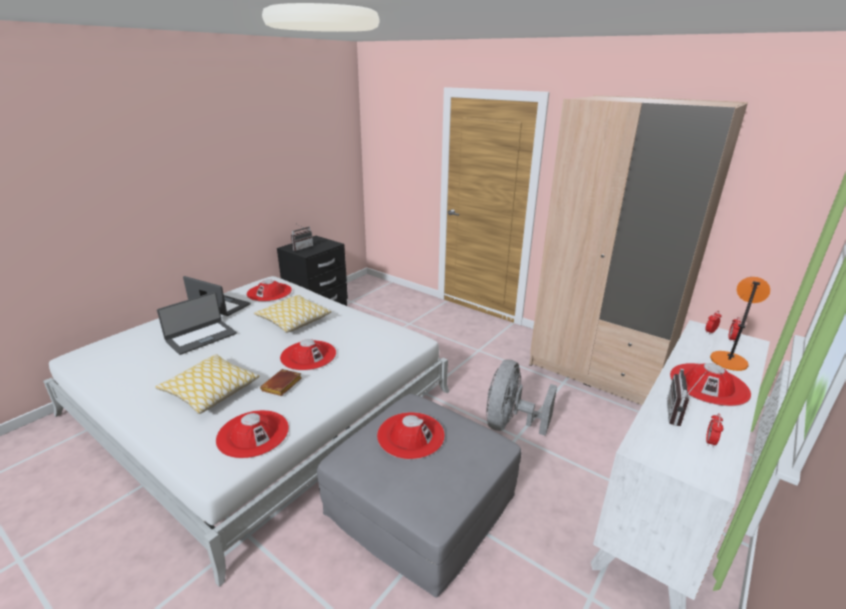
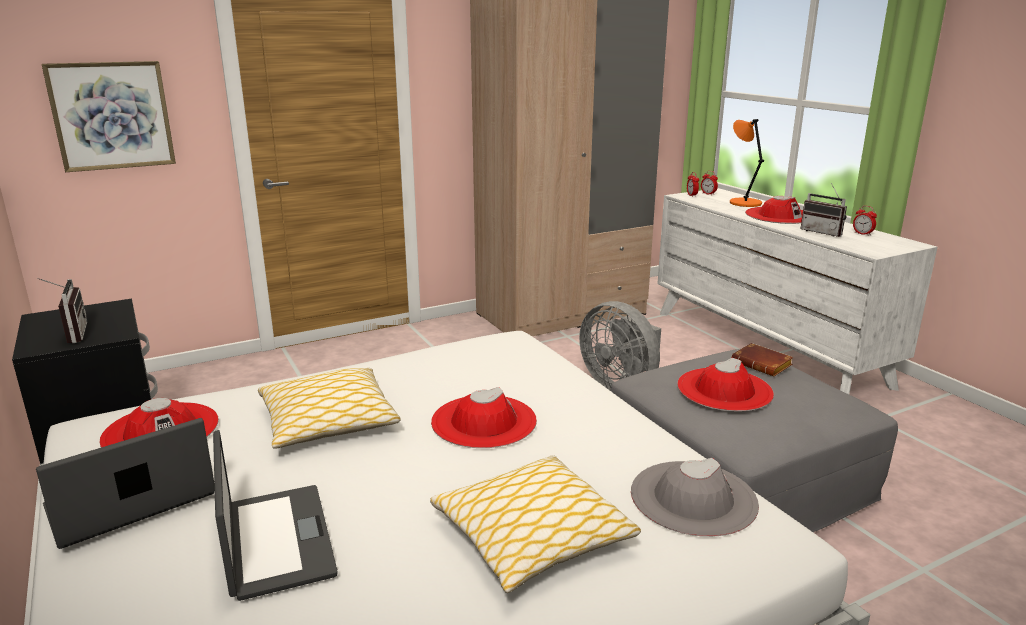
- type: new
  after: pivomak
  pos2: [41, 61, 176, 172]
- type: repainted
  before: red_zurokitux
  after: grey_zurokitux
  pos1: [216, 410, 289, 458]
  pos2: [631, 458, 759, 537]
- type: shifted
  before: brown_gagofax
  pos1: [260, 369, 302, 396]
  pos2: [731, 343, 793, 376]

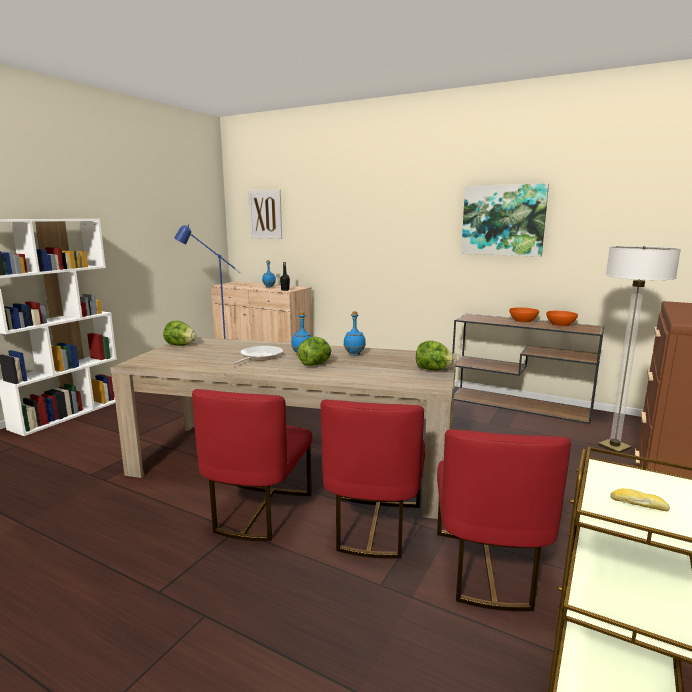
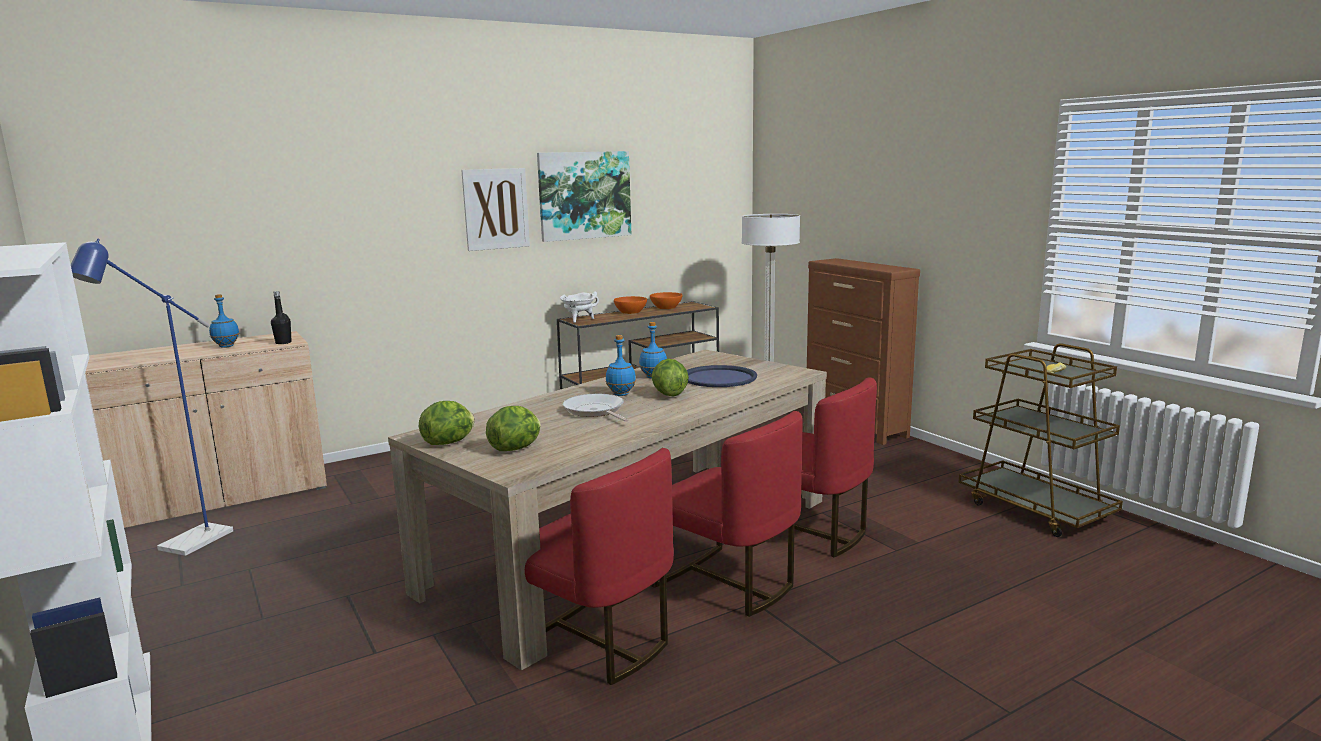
- type: shifted
  before: pivomak
  pos1: [248, 190, 282, 239]
  pos2: [461, 168, 530, 251]
- type: shifted
  before: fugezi
  pos1: [416, 341, 454, 370]
  pos2: [486, 406, 541, 451]
- type: shifted
  before: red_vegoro
  pos1: [437, 429, 571, 611]
  pos2: [525, 448, 674, 685]
- type: new
  after: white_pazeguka
  pos2: [560, 291, 599, 323]
- type: new
  after: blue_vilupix
  pos2: [687, 365, 757, 387]

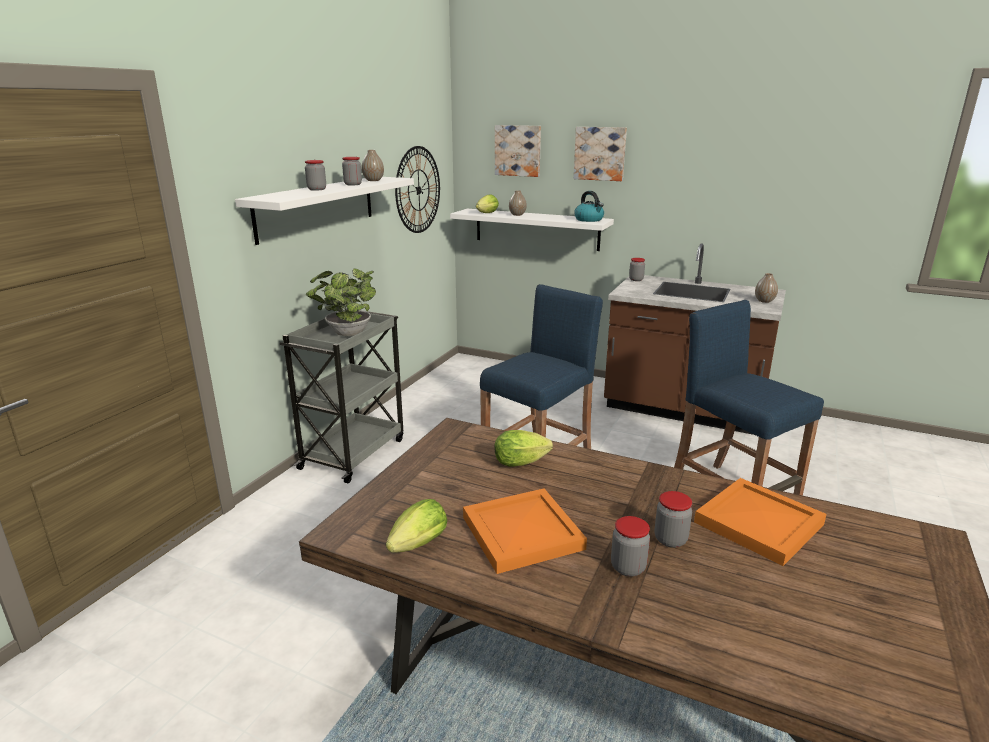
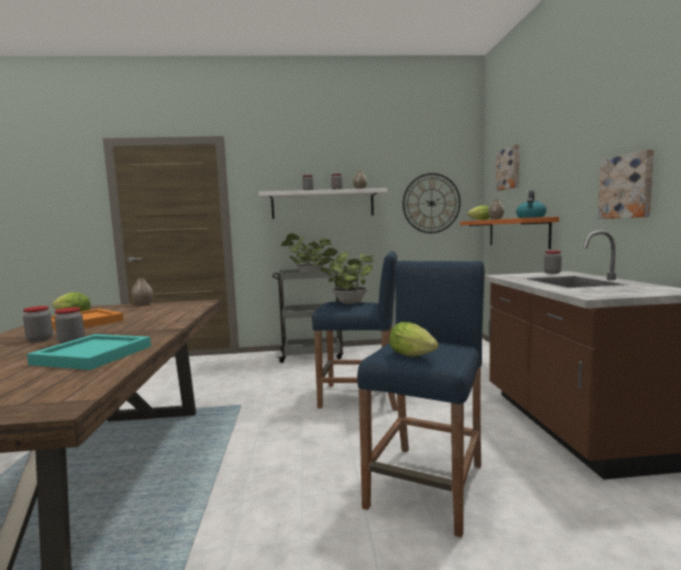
- type: repainted
  before: orange_vilupix
  after: turquoise_vilupix
  pos1: [694, 478, 827, 566]
  pos2: [27, 334, 151, 370]
- type: shifted
  before: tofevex
  pos1: [755, 273, 778, 303]
  pos2: [131, 278, 153, 306]
- type: new
  after: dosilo
  pos2: [314, 248, 374, 304]
- type: shifted
  before: fugezi
  pos1: [494, 430, 553, 467]
  pos2: [389, 322, 438, 356]
- type: repainted
  before: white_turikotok
  after: orange_turikotok
  pos1: [450, 209, 614, 251]
  pos2: [460, 217, 559, 249]
- type: shifted
  before: pivomak
  pos1: [574, 127, 627, 181]
  pos2: [598, 149, 654, 219]

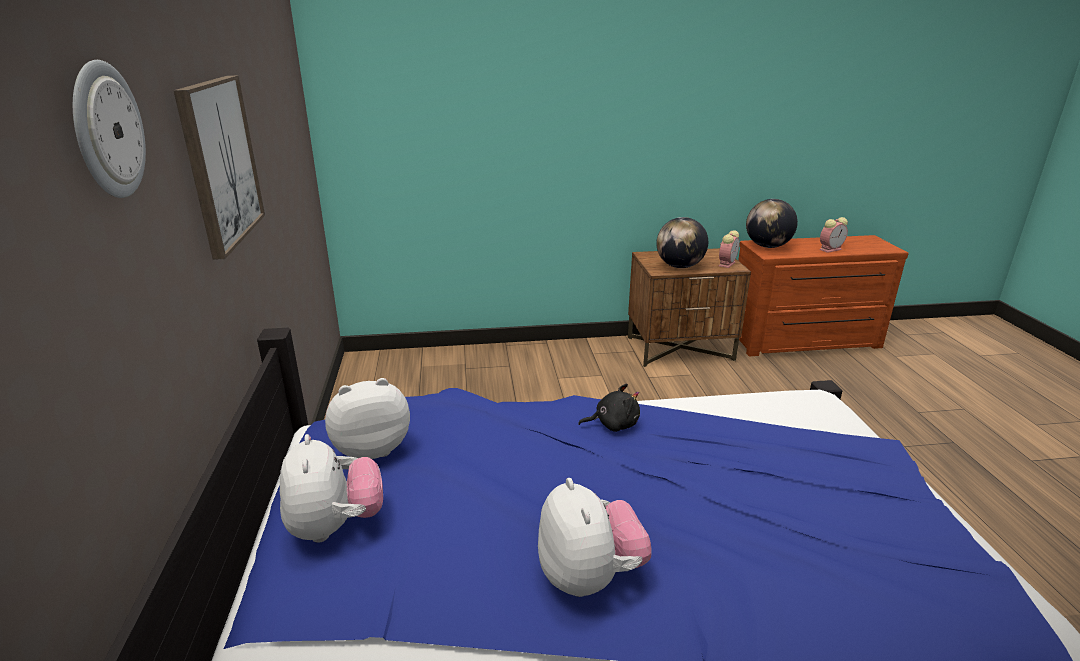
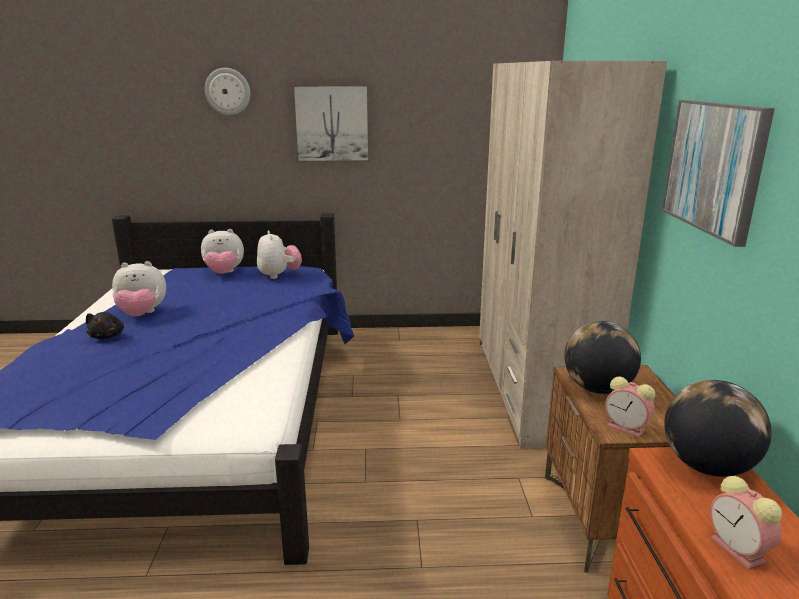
- type: shifted
  before: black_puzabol
  pos1: [578, 384, 640, 432]
  pos2: [86, 312, 124, 339]
- type: new
  after: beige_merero
  pos2: [479, 61, 667, 448]
- type: new
  after: pivomak
  pos2: [662, 100, 775, 247]

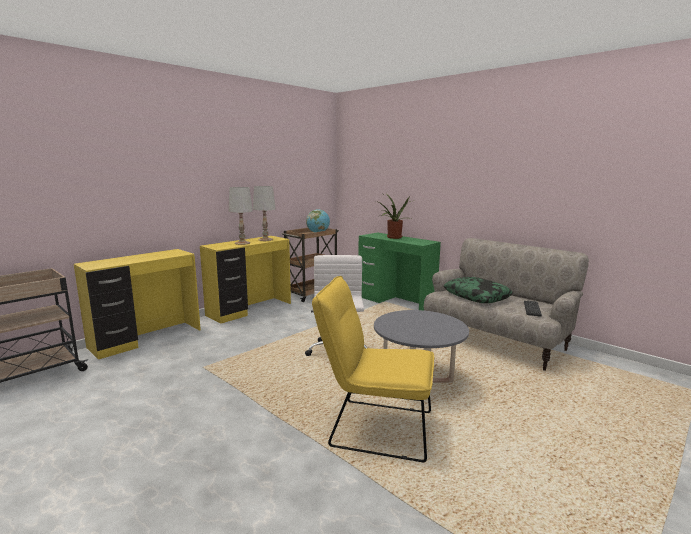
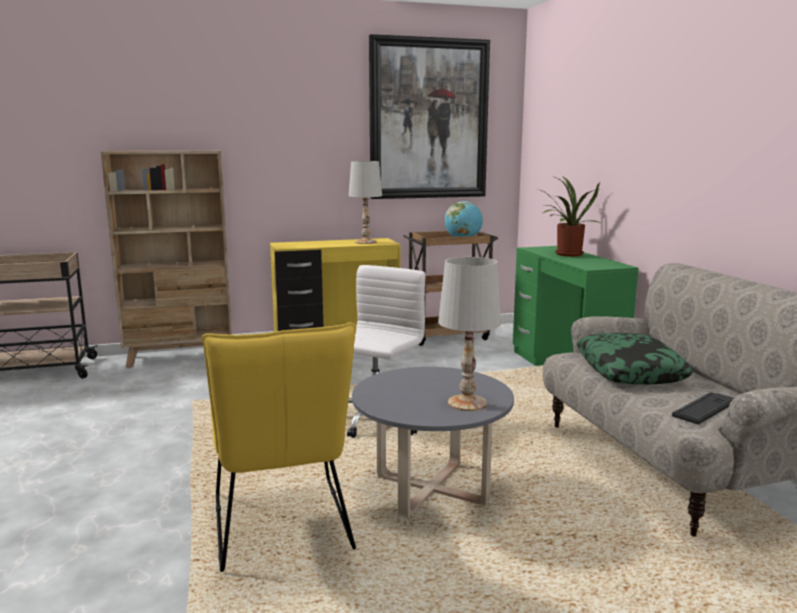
- type: swapped
  before: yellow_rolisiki
  after: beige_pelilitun
  pos1: [74, 249, 201, 360]
  pos2: [101, 151, 232, 368]
- type: rotated
  before: yellow_vegoro
  pos1: [312, 276, 434, 462]
  pos2: [202, 322, 356, 572]
  turn: -150
- type: new
  after: pivomak
  pos2: [369, 34, 490, 199]
- type: shifted
  before: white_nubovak
  pos1: [229, 187, 253, 245]
  pos2: [438, 257, 501, 411]

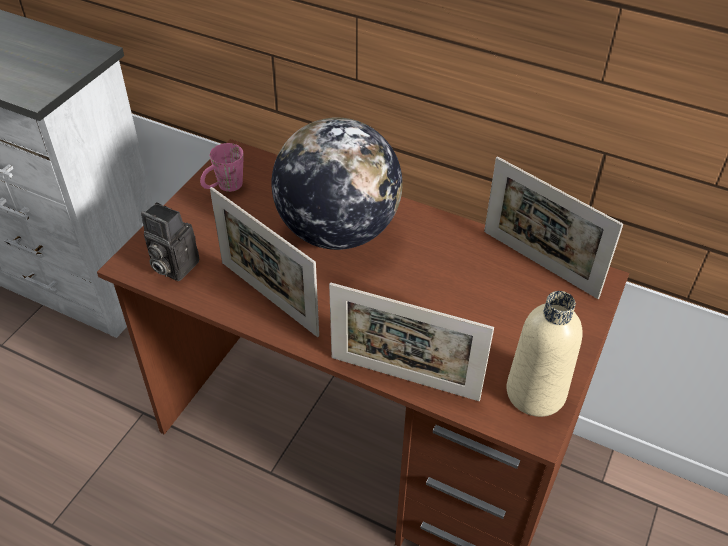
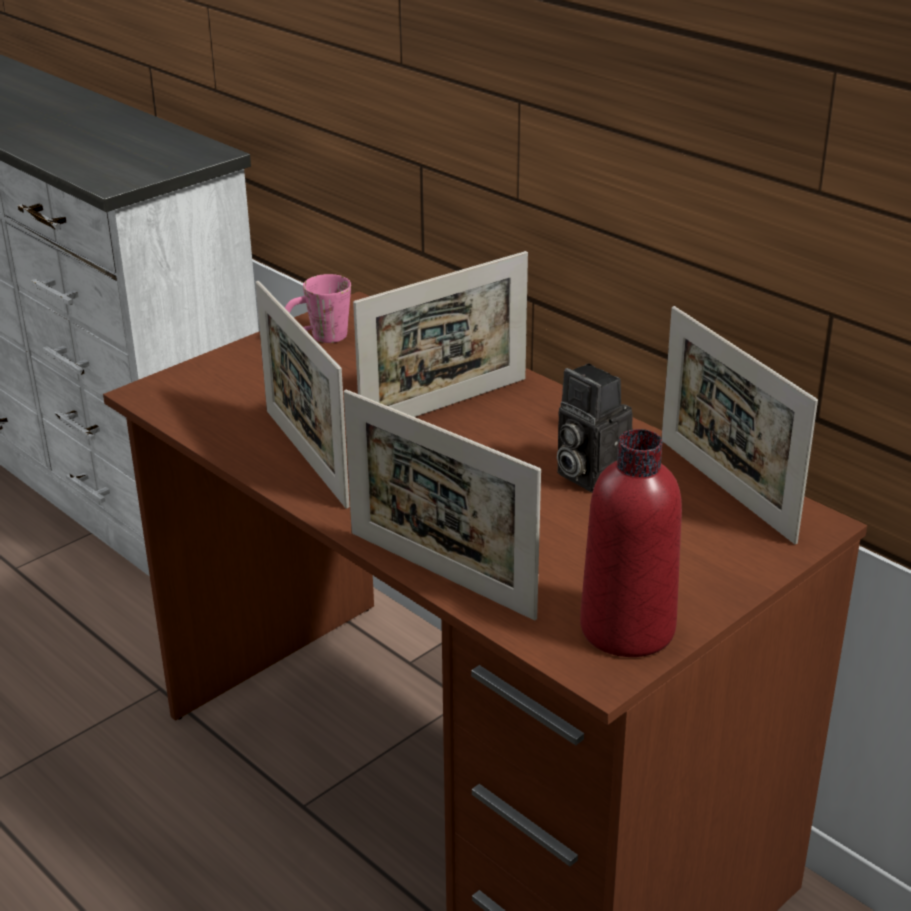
- type: swapped
  before: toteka
  after: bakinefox
  pos1: [271, 117, 402, 250]
  pos2: [353, 251, 528, 417]
- type: shifted
  before: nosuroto
  pos1: [141, 202, 199, 281]
  pos2: [557, 363, 633, 493]
- type: repainted
  before: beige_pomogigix
  after: red_pomogigix
  pos1: [506, 291, 582, 417]
  pos2: [580, 429, 682, 657]

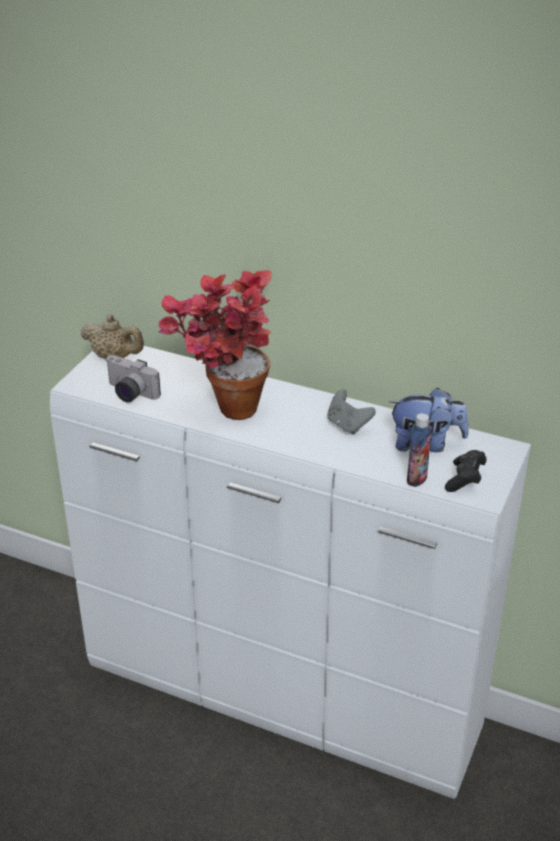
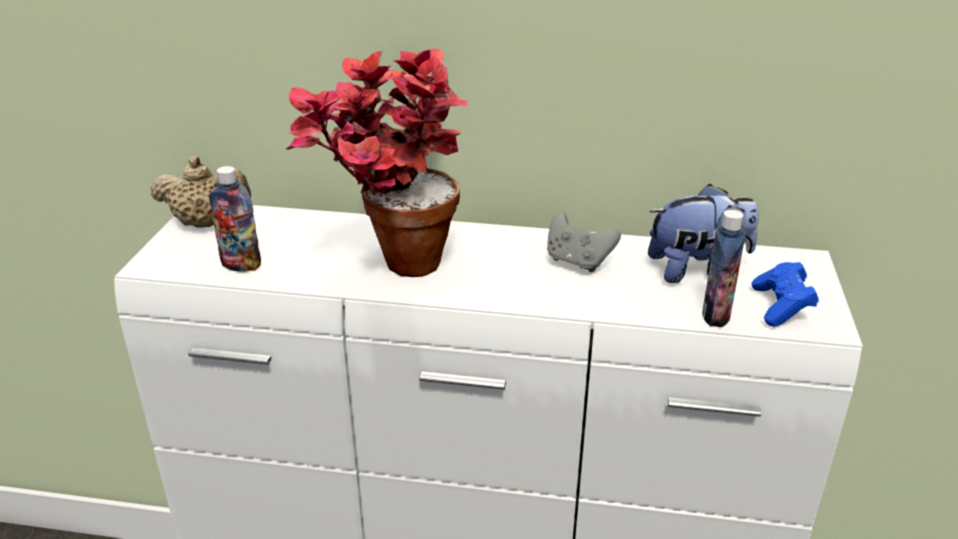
- type: swapped
  before: nosuroto
  after: pomogigix
  pos1: [107, 355, 161, 403]
  pos2: [209, 166, 261, 272]
- type: repainted
  before: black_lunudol
  after: blue_lunudol
  pos1: [445, 450, 487, 492]
  pos2: [752, 262, 819, 326]

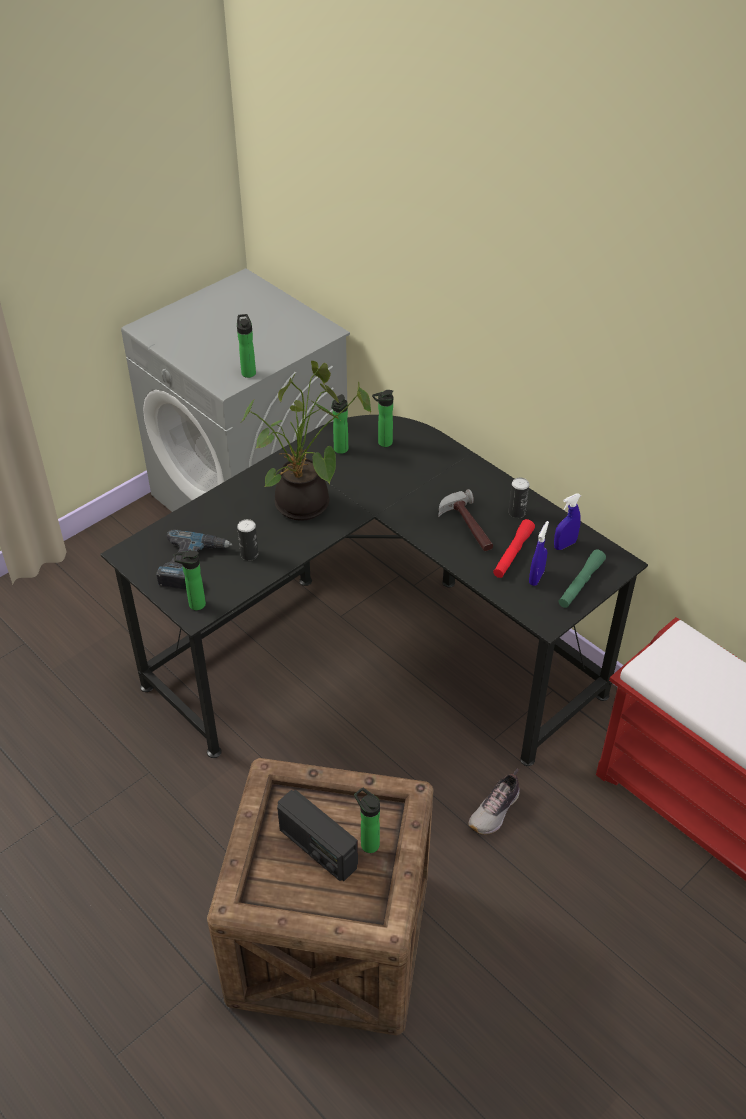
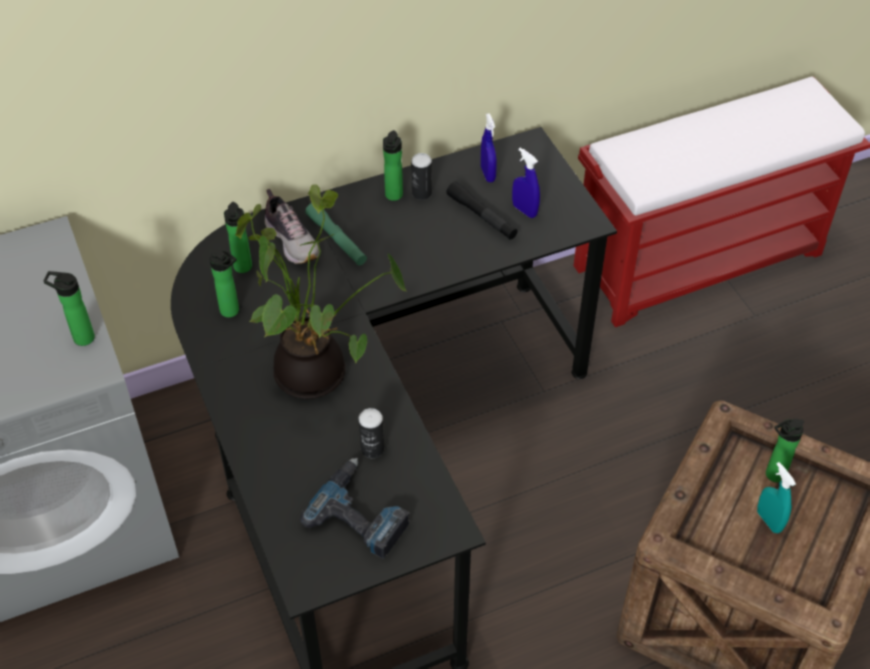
- type: shifted
  before: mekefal
  pos1: [468, 768, 520, 835]
  pos2: [265, 189, 320, 264]
- type: shifted
  before: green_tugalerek
  pos1: [559, 549, 606, 608]
  pos2: [305, 203, 367, 266]
- type: shifted
  before: pomogigix
  pos1: [174, 550, 206, 610]
  pos2: [383, 130, 403, 201]
- type: repainted
  before: red_tugalerek
  after: black_tugalerek
  pos1: [493, 519, 535, 578]
  pos2: [446, 181, 518, 240]
- type: swapped
  before: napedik
  after: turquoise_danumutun
  pos1: [277, 790, 358, 881]
  pos2: [757, 462, 796, 533]
- type: gone
  before: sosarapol
  pos1: [438, 489, 493, 551]

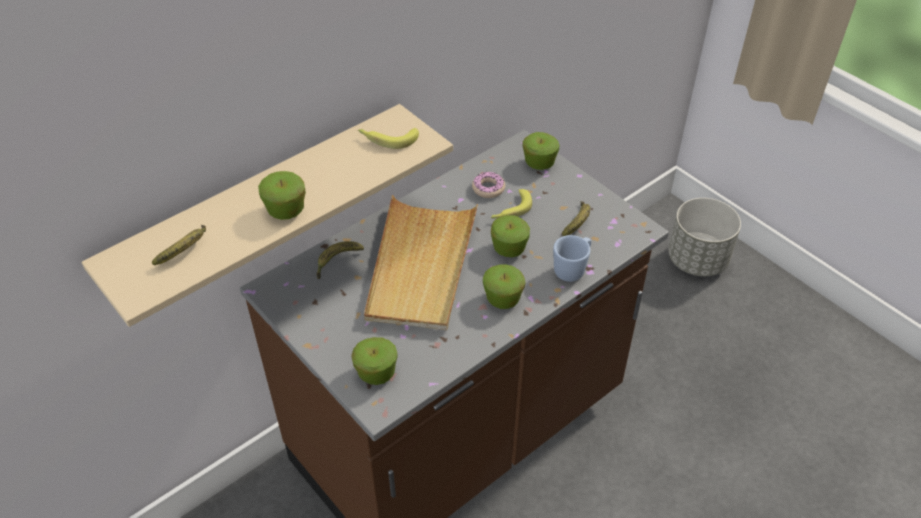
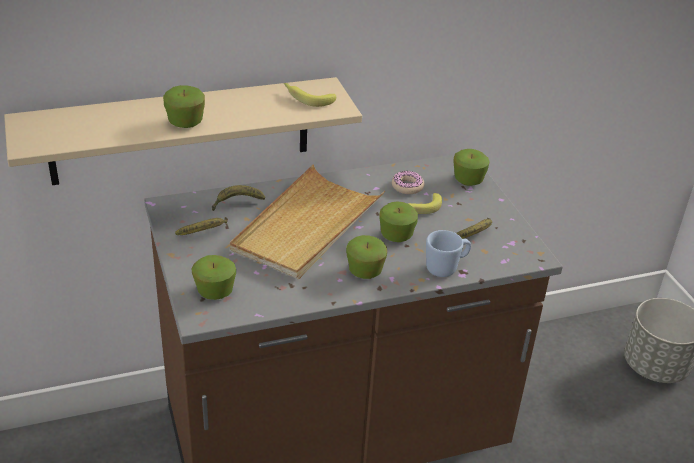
- type: shifted
  before: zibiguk
  pos1: [152, 225, 206, 265]
  pos2: [175, 217, 228, 235]

